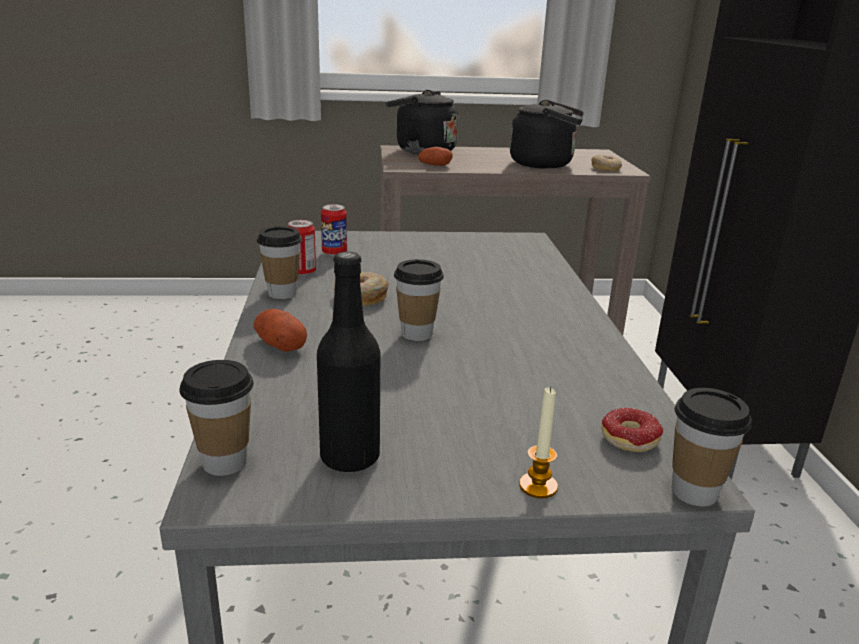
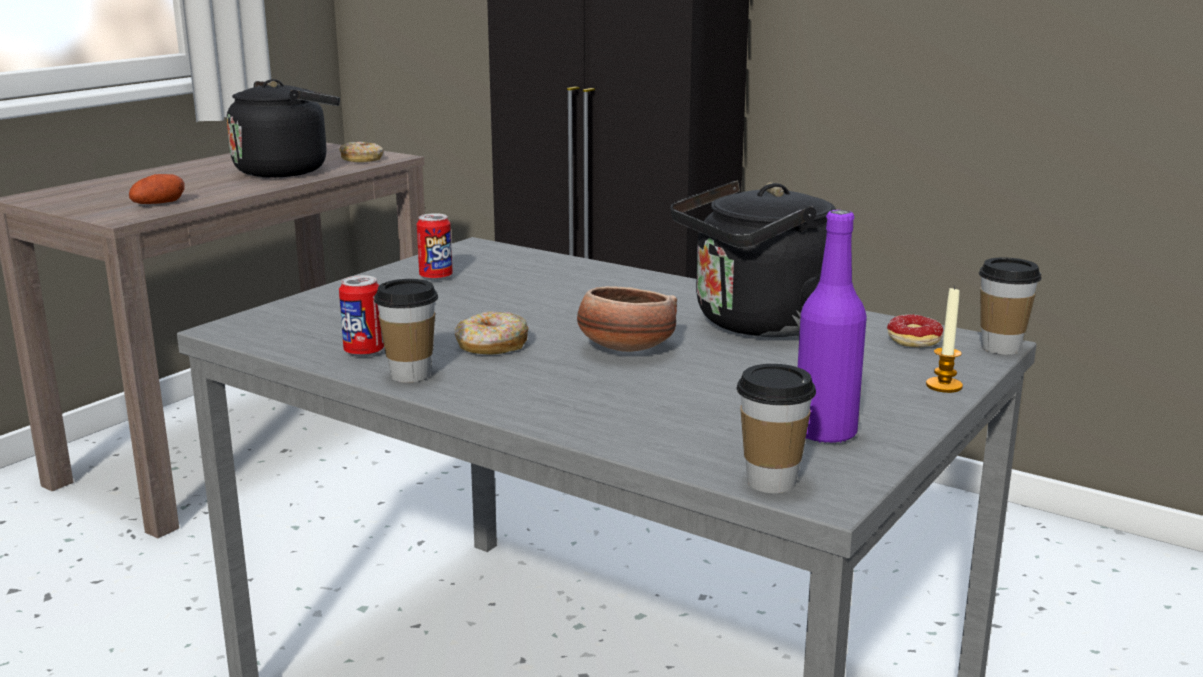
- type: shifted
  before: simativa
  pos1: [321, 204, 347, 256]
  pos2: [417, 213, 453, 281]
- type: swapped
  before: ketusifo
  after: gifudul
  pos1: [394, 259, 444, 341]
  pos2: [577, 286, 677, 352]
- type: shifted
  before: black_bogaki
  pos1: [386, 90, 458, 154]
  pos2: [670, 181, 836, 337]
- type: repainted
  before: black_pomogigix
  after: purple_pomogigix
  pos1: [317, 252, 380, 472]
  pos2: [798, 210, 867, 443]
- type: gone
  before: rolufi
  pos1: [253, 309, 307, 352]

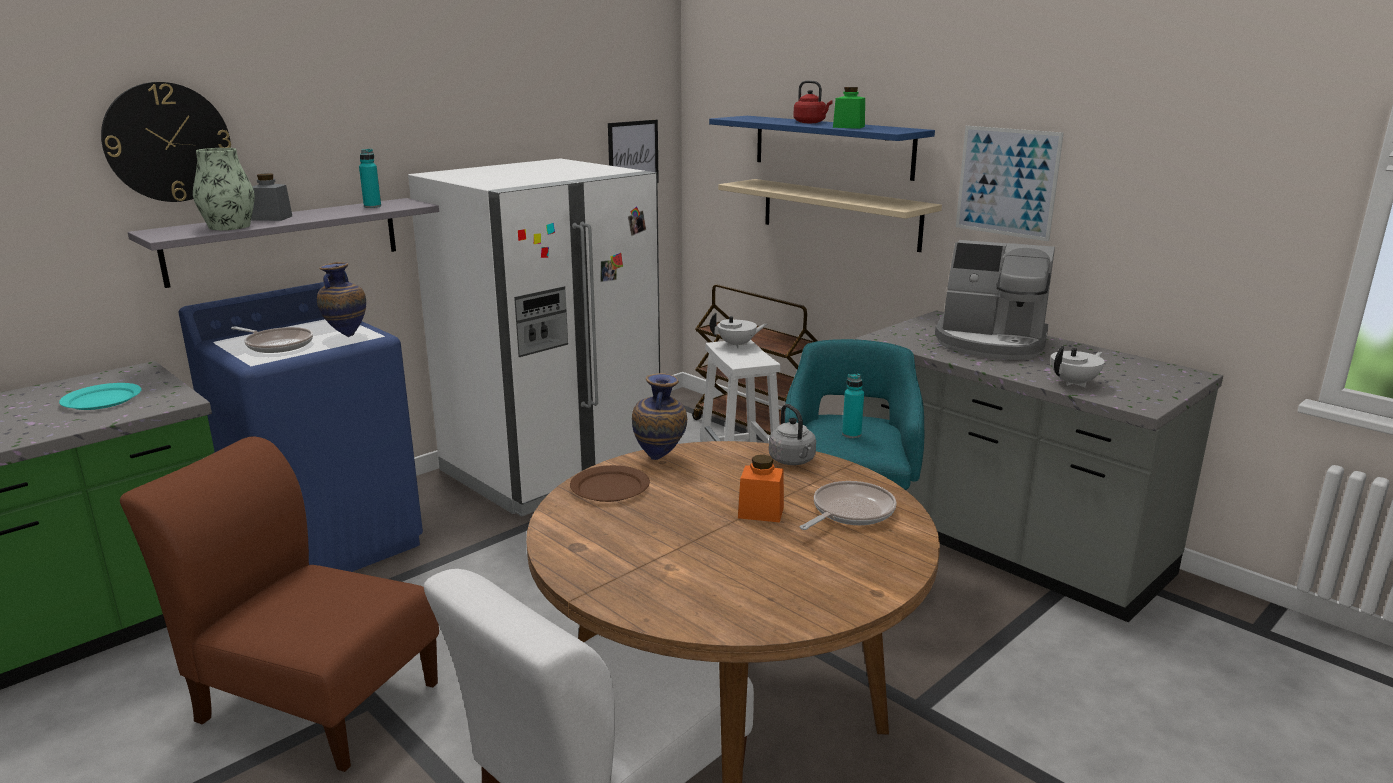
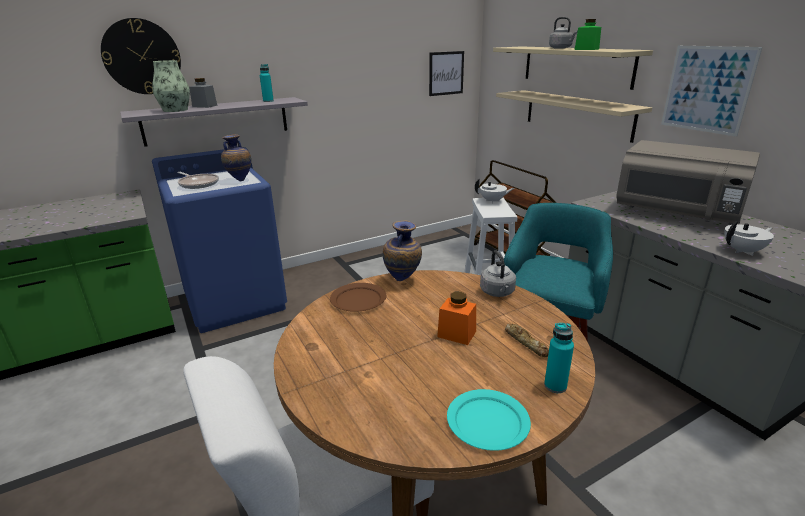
- type: shifted
  before: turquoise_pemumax
  pos1: [59, 383, 141, 410]
  pos2: [447, 389, 531, 451]
- type: repainted
  before: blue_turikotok
  after: beige_turikotok
  pos1: [709, 116, 935, 181]
  pos2: [493, 46, 653, 90]
- type: swapped
  before: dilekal
  after: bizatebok
  pos1: [800, 481, 897, 530]
  pos2: [505, 323, 549, 357]
- type: shifted
  before: turquoise_pomogigix
  pos1: [842, 374, 864, 438]
  pos2: [544, 323, 574, 393]
- type: repainted
  before: red_bogaki
  after: grey_bogaki
  pos1: [793, 80, 833, 123]
  pos2: [549, 17, 578, 49]
- type: swapped
  before: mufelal
  after: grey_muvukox
  pos1: [935, 240, 1055, 360]
  pos2: [616, 140, 760, 225]
- type: gone
  before: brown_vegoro
  pos1: [120, 437, 439, 772]
- type: gone
  before: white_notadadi
  pos1: [408, 158, 660, 516]

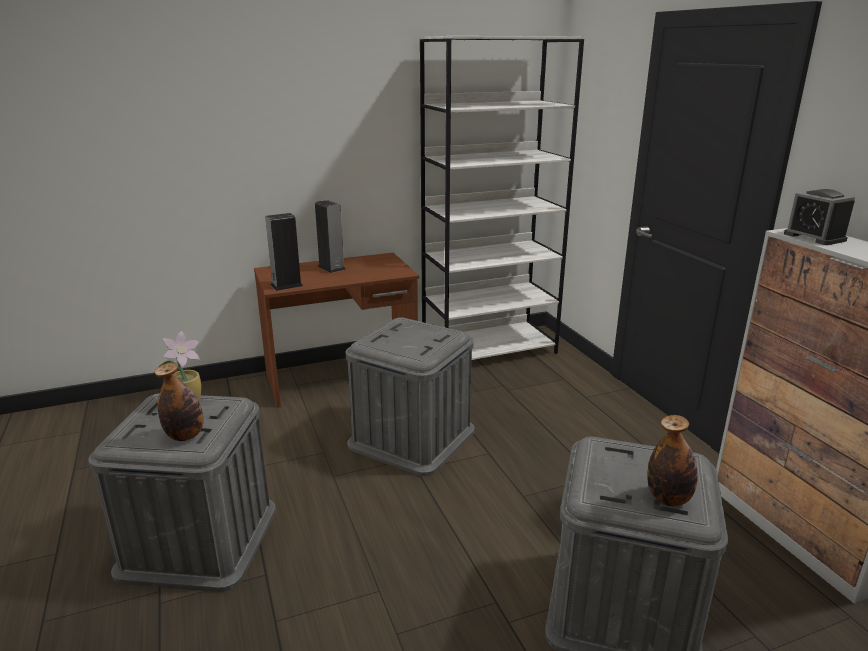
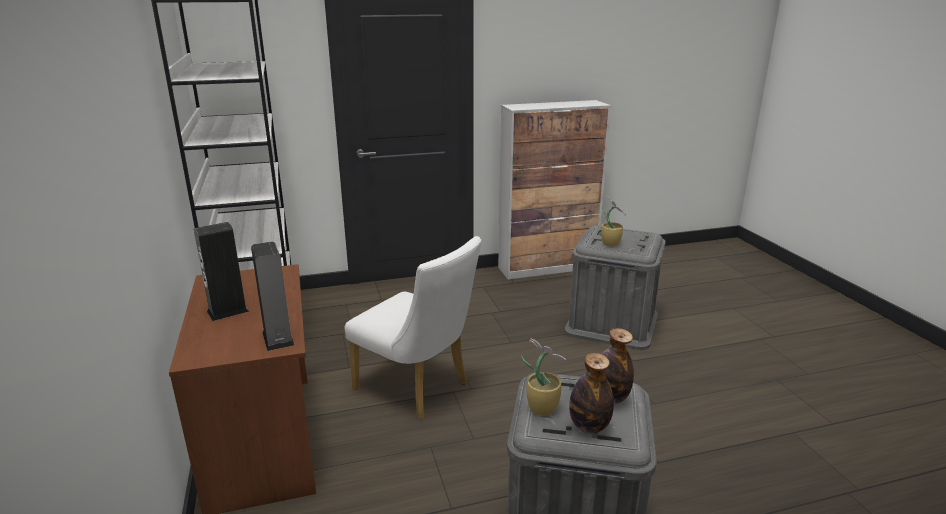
- type: swapped
  before: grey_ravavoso
  after: white_vegoro
  pos1: [346, 317, 475, 476]
  pos2: [345, 236, 481, 419]
- type: shifted
  before: pomogigix
  pos1: [647, 415, 698, 506]
  pos2: [569, 353, 614, 433]
- type: new
  after: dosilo
  pos2: [601, 196, 626, 247]
- type: gone
  before: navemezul
  pos1: [784, 189, 855, 245]

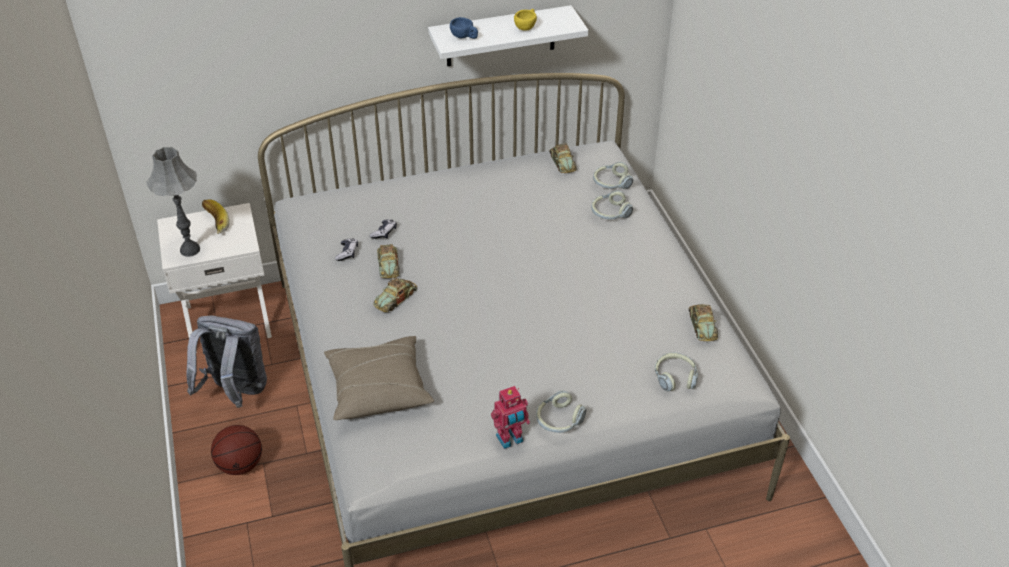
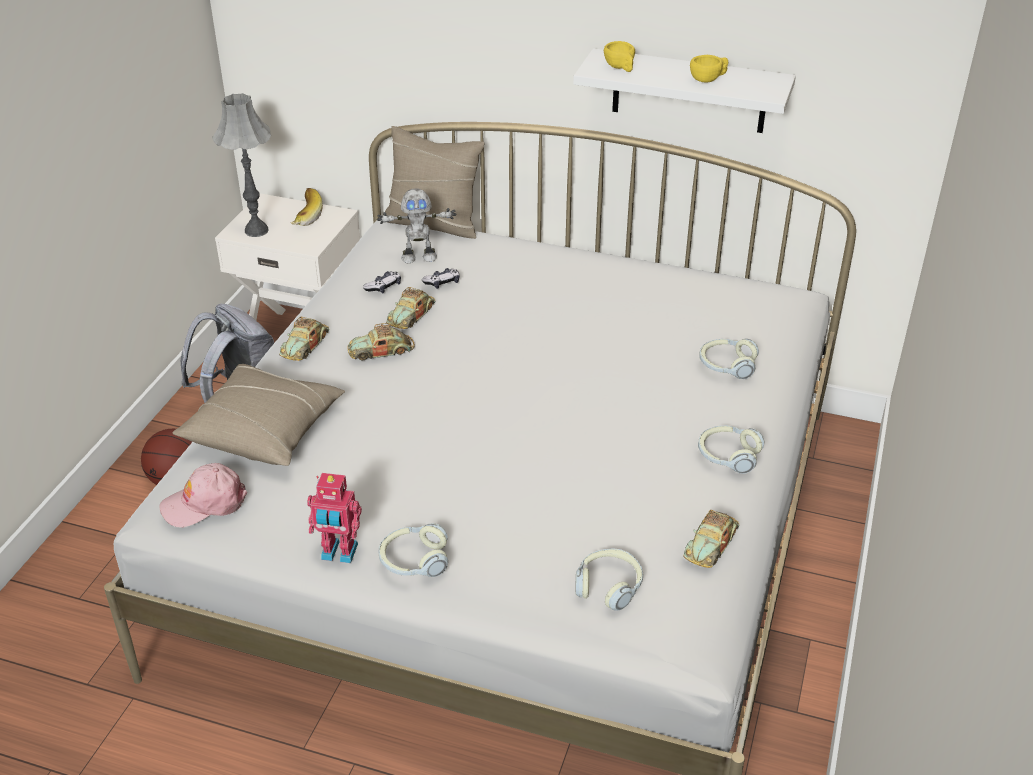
- type: new
  after: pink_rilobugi
  pos2: [159, 463, 247, 527]
- type: shifted
  before: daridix
  pos1: [549, 144, 577, 173]
  pos2: [279, 317, 329, 361]
- type: new
  after: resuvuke
  pos2: [377, 188, 456, 263]
- type: new
  after: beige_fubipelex
  pos2: [385, 126, 485, 239]
- type: repainted
  before: blue_ketusifo
  after: yellow_ketusifo
  pos1: [450, 17, 478, 39]
  pos2: [604, 41, 635, 72]
- type: shifted
  before: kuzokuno
  pos1: [593, 162, 633, 189]
  pos2: [698, 426, 764, 474]

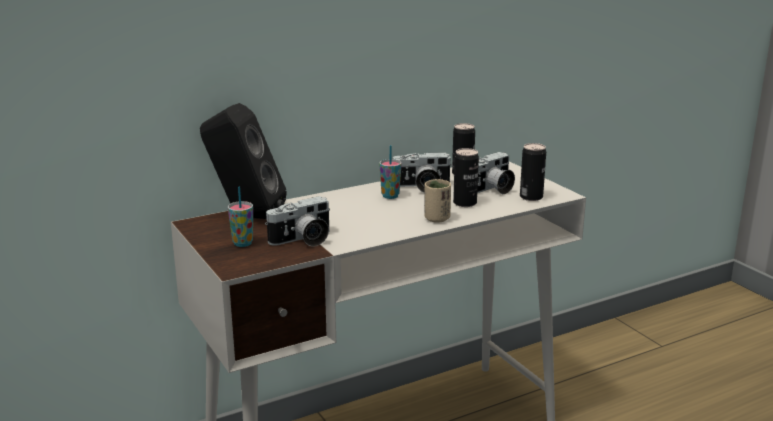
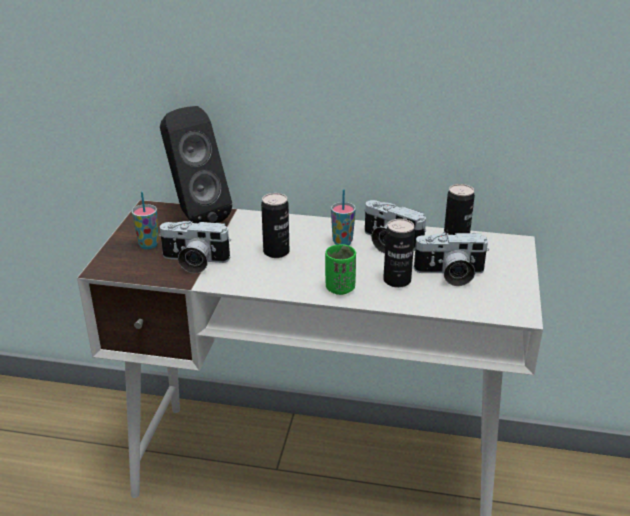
- type: shifted
  before: simativa
  pos1: [520, 143, 546, 201]
  pos2: [261, 193, 289, 258]
- type: repainted
  before: beige_ketusifo
  after: green_ketusifo
  pos1: [424, 179, 451, 223]
  pos2: [325, 244, 356, 295]

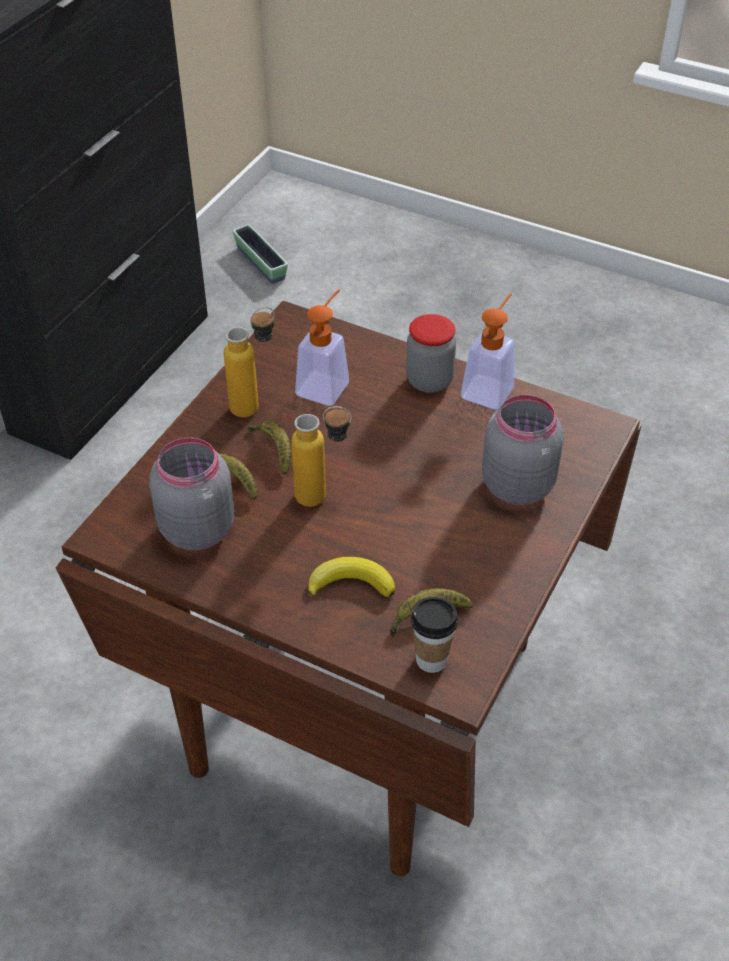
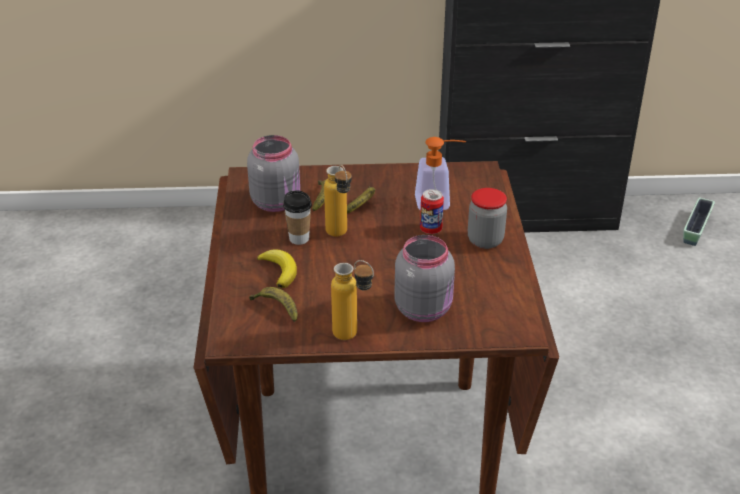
- type: shifted
  before: ketusifo
  pos1: [411, 597, 458, 673]
  pos2: [283, 190, 312, 245]
- type: shifted
  before: pomogigix
  pos1: [224, 307, 275, 417]
  pos2: [331, 260, 374, 340]
- type: new
  after: simativa
  pos2: [420, 189, 444, 234]
- type: gone
  before: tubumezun
  pos1: [461, 293, 514, 410]

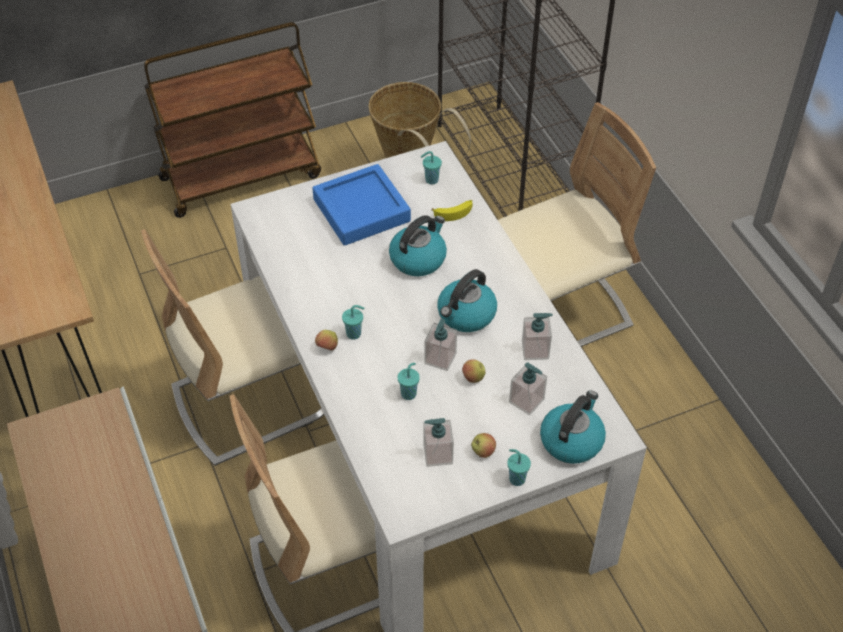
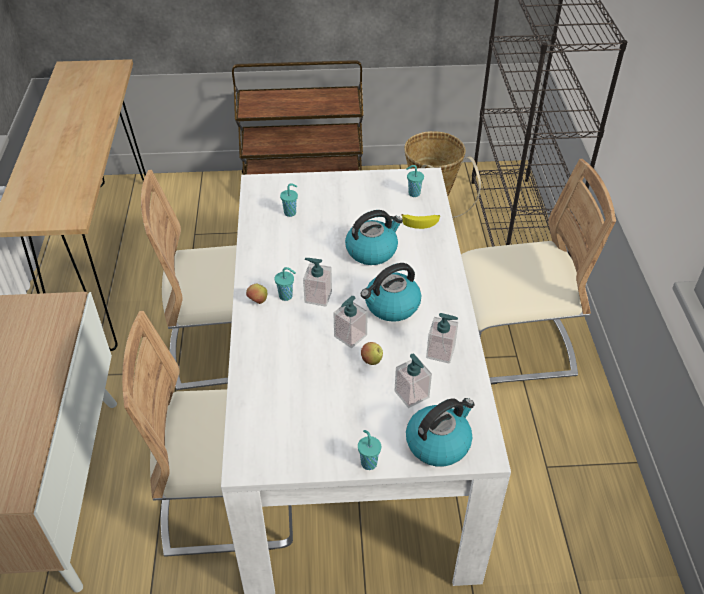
- type: shifted
  before: turquoise_ketusifo
  pos1: [398, 363, 420, 400]
  pos2: [280, 183, 298, 217]
- type: shifted
  before: tubumezun
  pos1: [423, 418, 454, 467]
  pos2: [303, 258, 332, 307]
- type: gone
  before: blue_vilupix
  pos1: [312, 164, 411, 246]
- type: gone
  before: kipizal
  pos1: [471, 433, 496, 458]

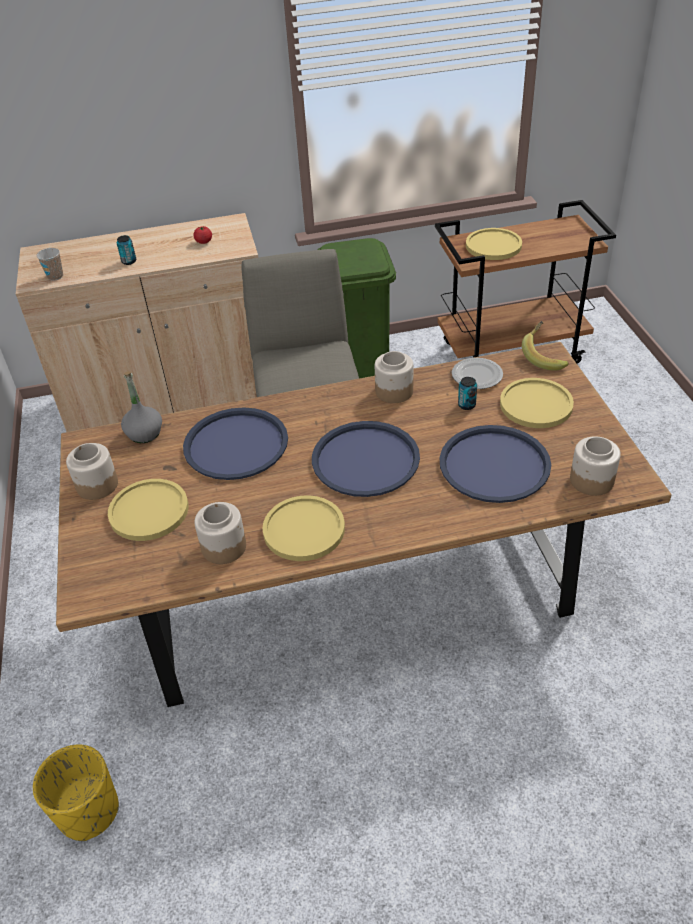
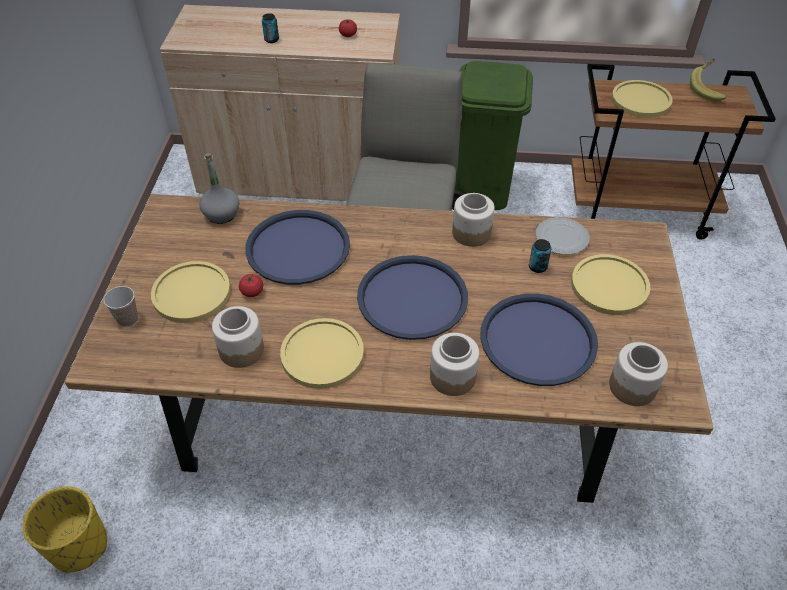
- type: shifted
  before: ketusifo
  pos1: [36, 248, 63, 281]
  pos2: [103, 286, 138, 327]
- type: new
  after: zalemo
  pos2: [239, 274, 263, 297]
- type: shifted
  before: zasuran
  pos1: [66, 443, 118, 500]
  pos2: [430, 333, 479, 396]
- type: shifted
  before: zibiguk
  pos1: [522, 321, 569, 371]
  pos2: [690, 59, 726, 102]

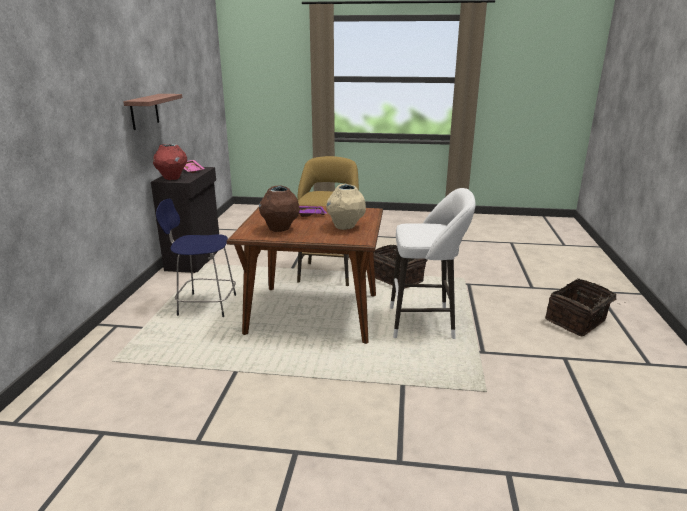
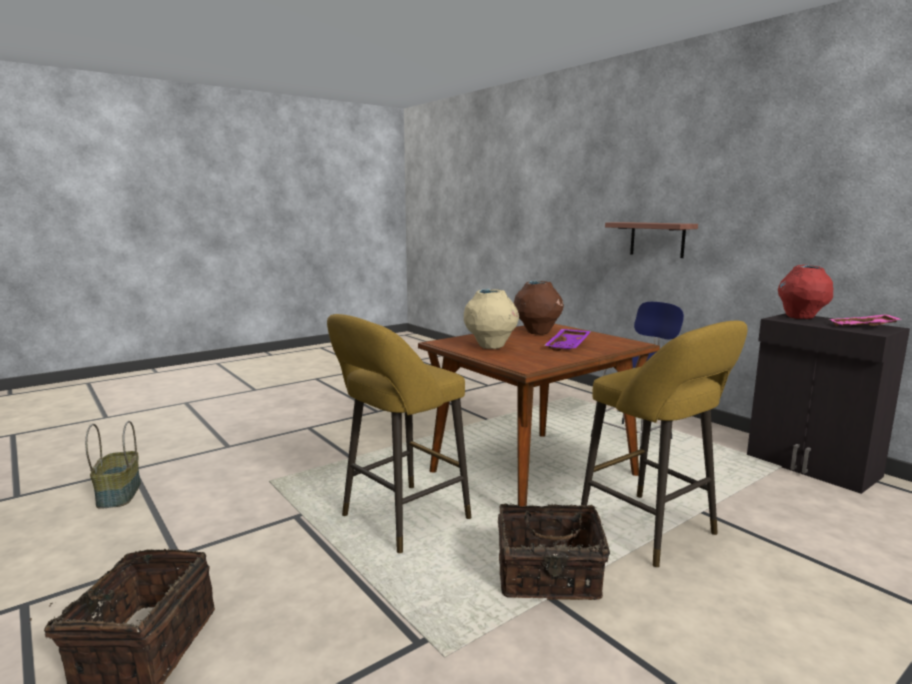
- type: new
  after: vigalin
  pos2: [85, 421, 141, 509]
- type: repainted
  before: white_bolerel
  after: yellow_bolerel
  pos1: [390, 188, 475, 339]
  pos2: [327, 314, 471, 553]
- type: shifted
  before: turikotok
  pos1: [123, 94, 182, 130]
  pos2: [605, 222, 698, 258]

